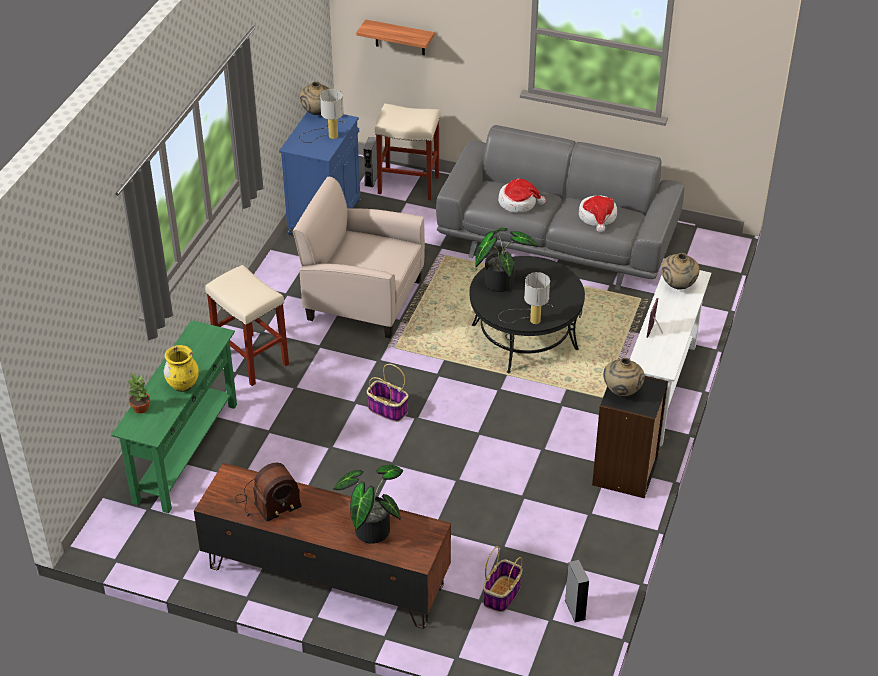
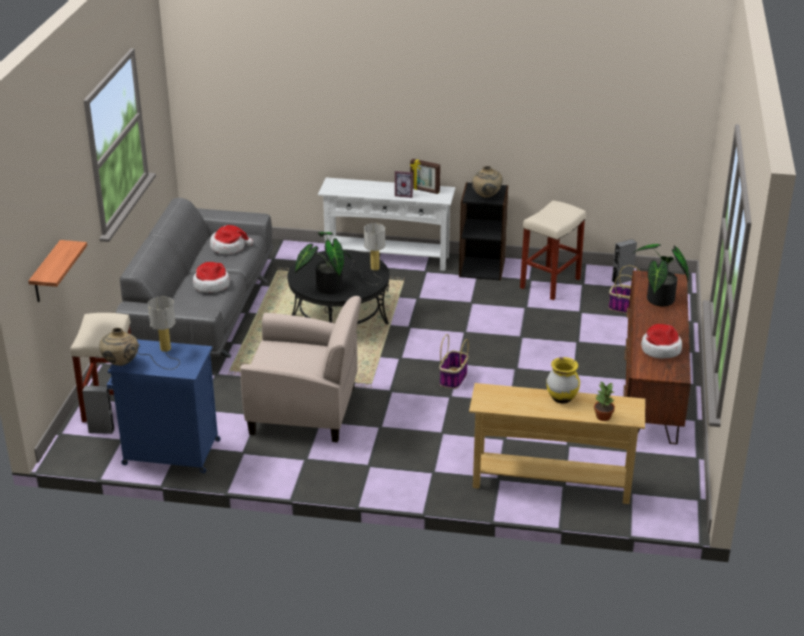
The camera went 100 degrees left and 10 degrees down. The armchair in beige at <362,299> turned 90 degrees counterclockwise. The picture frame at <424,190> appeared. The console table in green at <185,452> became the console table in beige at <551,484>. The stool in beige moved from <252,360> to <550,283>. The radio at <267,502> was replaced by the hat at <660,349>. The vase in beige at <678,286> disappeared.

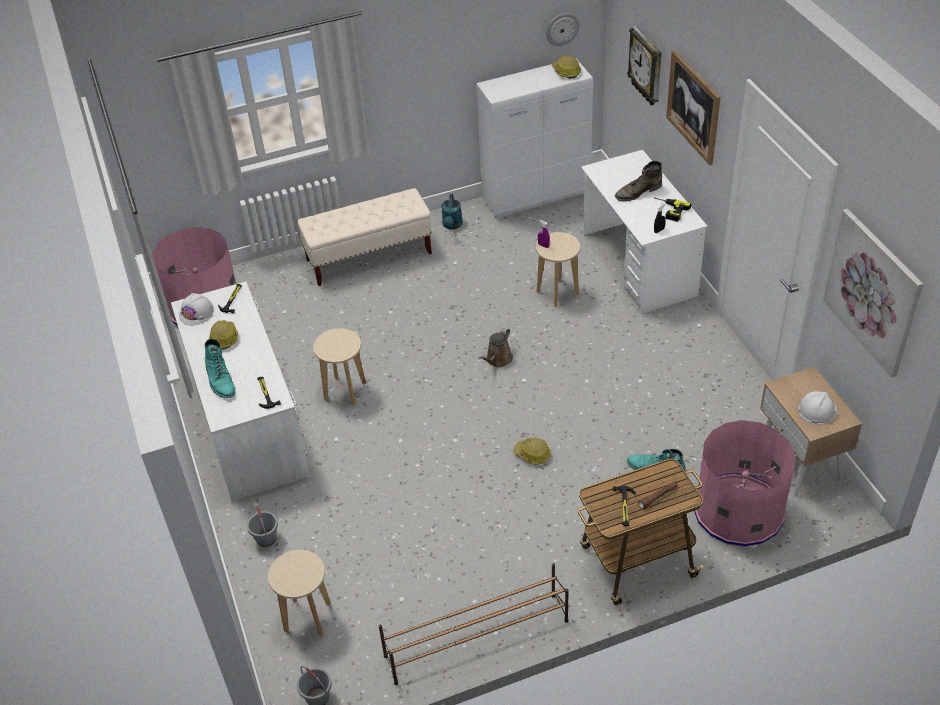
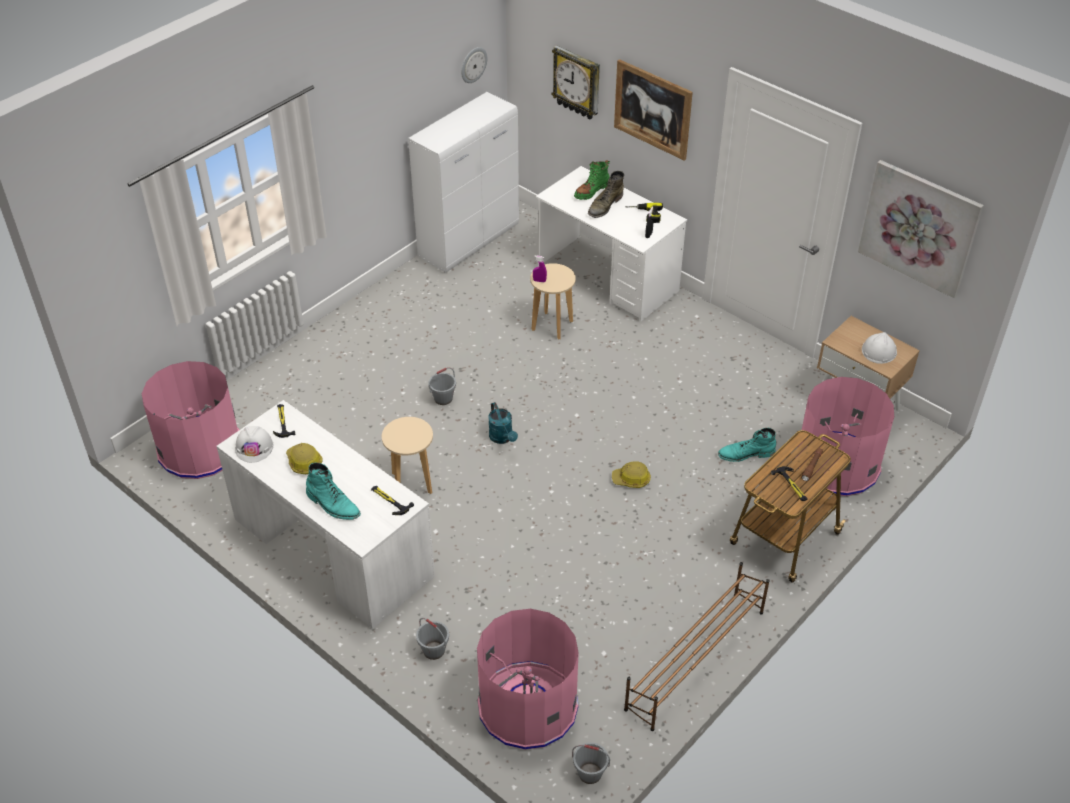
The camera went 30 degrees left and 0 degrees up. The bucket in grey at <443,398> appeared. The stool in beige at <307,617> was replaced by the trash can in pink at <527,706>. The watering can in turquoise moved from <452,225> to <503,438>. The boot in green at <591,191> appeared. The bench in beige at <369,257> disappeared. The watering can in brown at <497,360> disappeared. The hard hat at <566,72> disappeared.

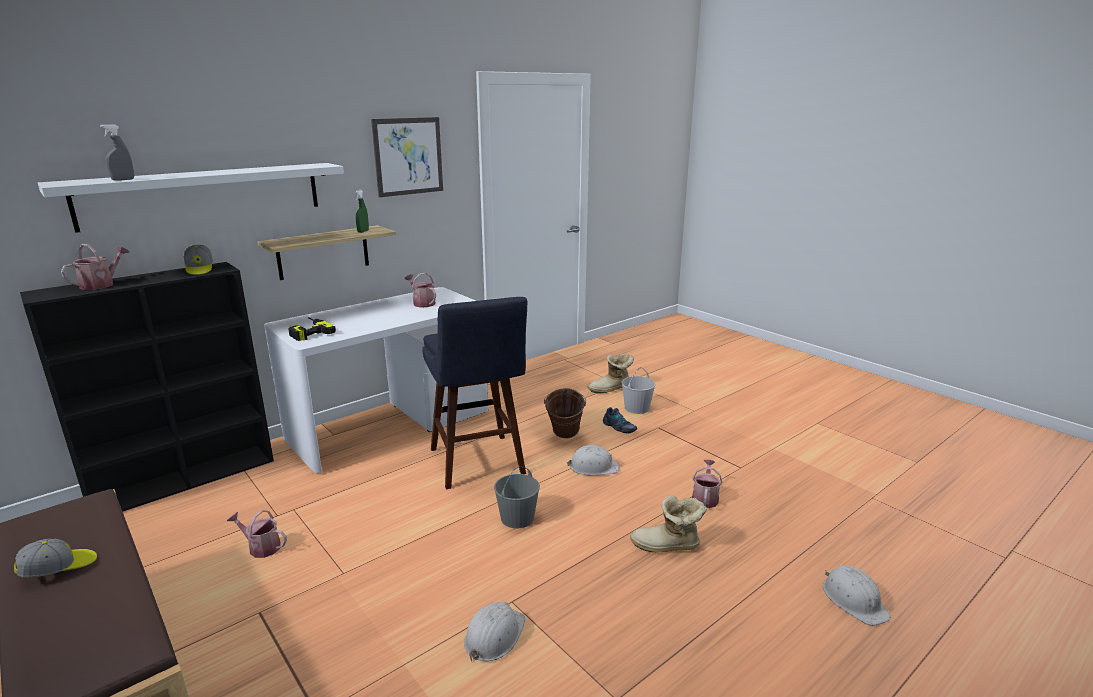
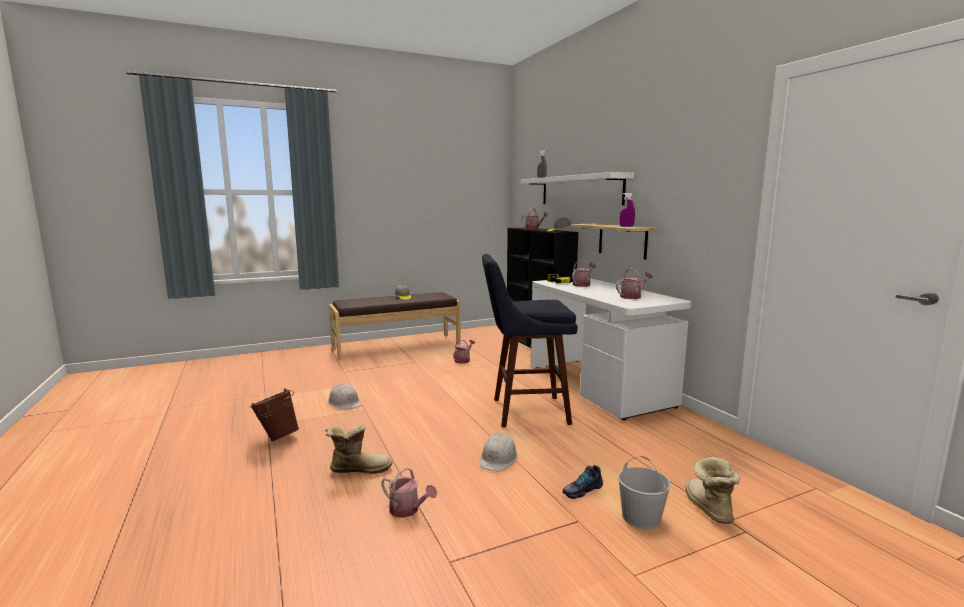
The camera went 105 degrees right and 10 degrees down. The bucket in brown moved from <564,437> to <277,437>. The boot at <667,547> turned 60 degrees clockwise. The watering can at <582,285> appeared. The spray bottle in green at <363,231> became the spray bottle in purple at <626,226>. The picture at <408,156> disappeared. The bucket in grey at <517,518> disappeared. The hard hat in white at <854,600> disappeared.

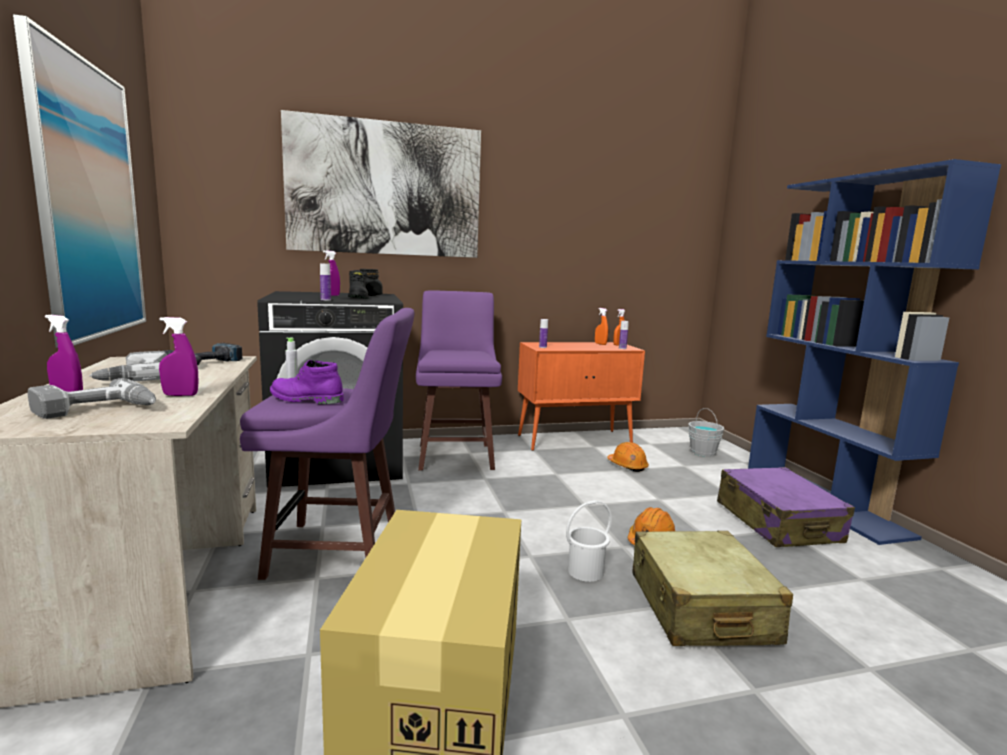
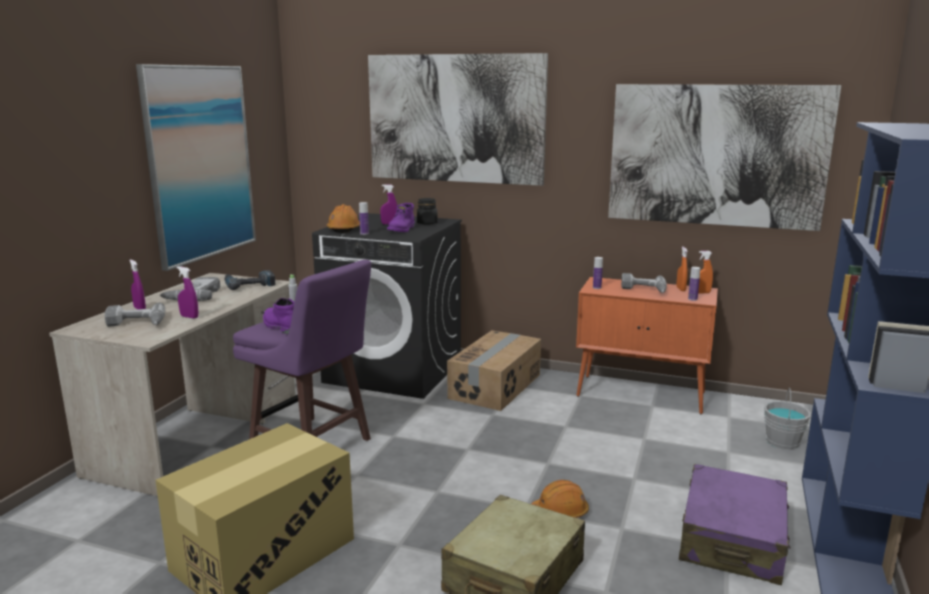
The camera went 35 degrees right and 5 degrees up. The hard hat in orange moved from <627,466> to <344,229>. The boot in black at <358,298> became the boot in purple at <402,230>. The stool in purple at <456,456> was replaced by the cardboard box at <496,386>. The picture at <716,155> appeared. The power drill at <643,290> appeared. The bucket in white at <586,572> disappeared.

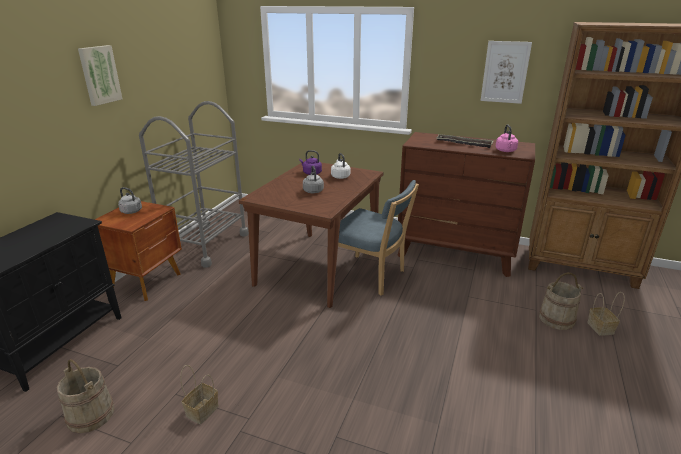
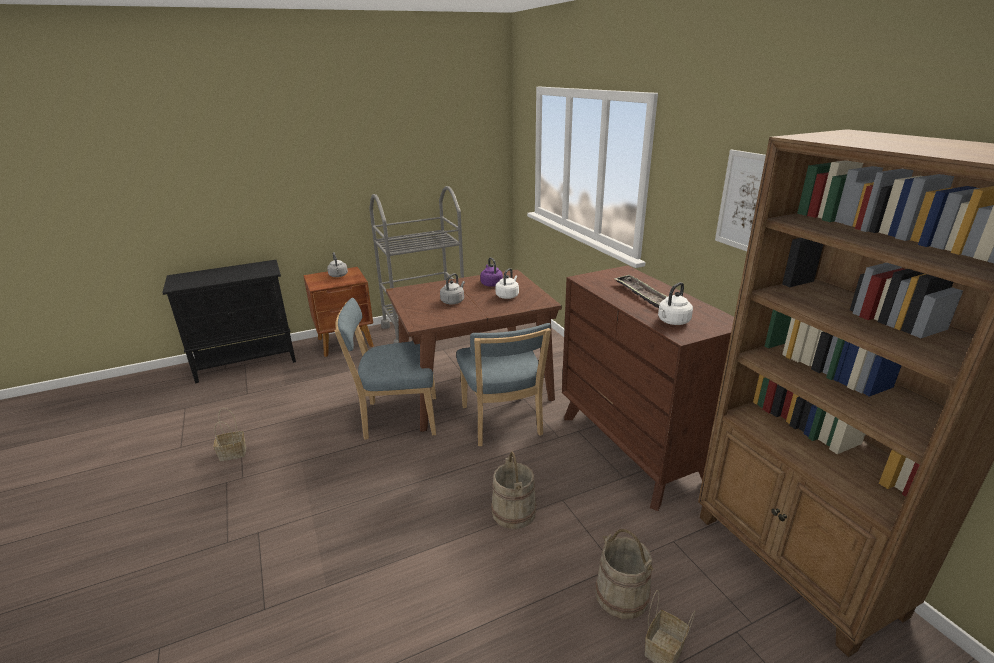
The camera went 45 degrees right and 0 degrees up. The chair in blue at <397,418> appeared. The bucket in beige moved from <90,415> to <513,511>. The kettle in pink at <506,151> became the kettle in white at <672,322>. The picture at <99,75> disappeared.

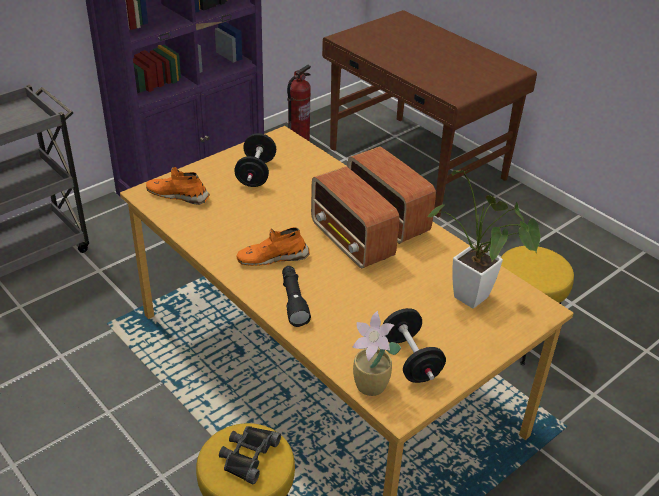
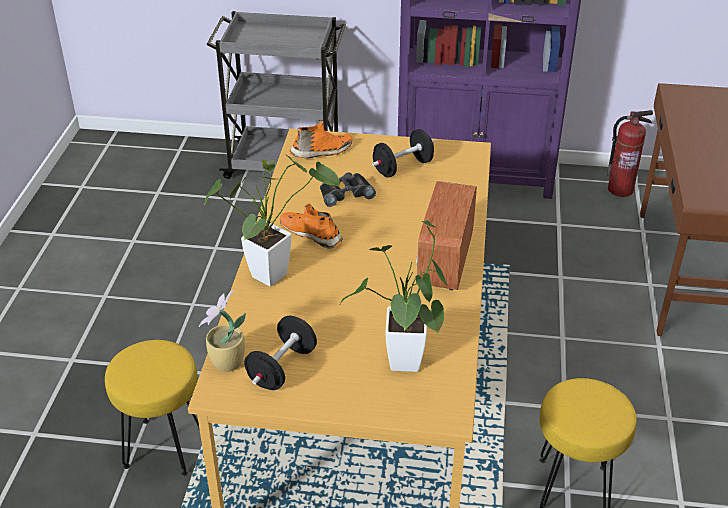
The camera went 50 degrees right and 0 degrees up. The flashlight in black at <293,301> was replaced by the potted plant at <275,272>. The shoe in orange at <178,195> turned 90 degrees clockwise. The binoculars in black moved from <247,455> to <345,193>. The radio at <352,242> disappeared.

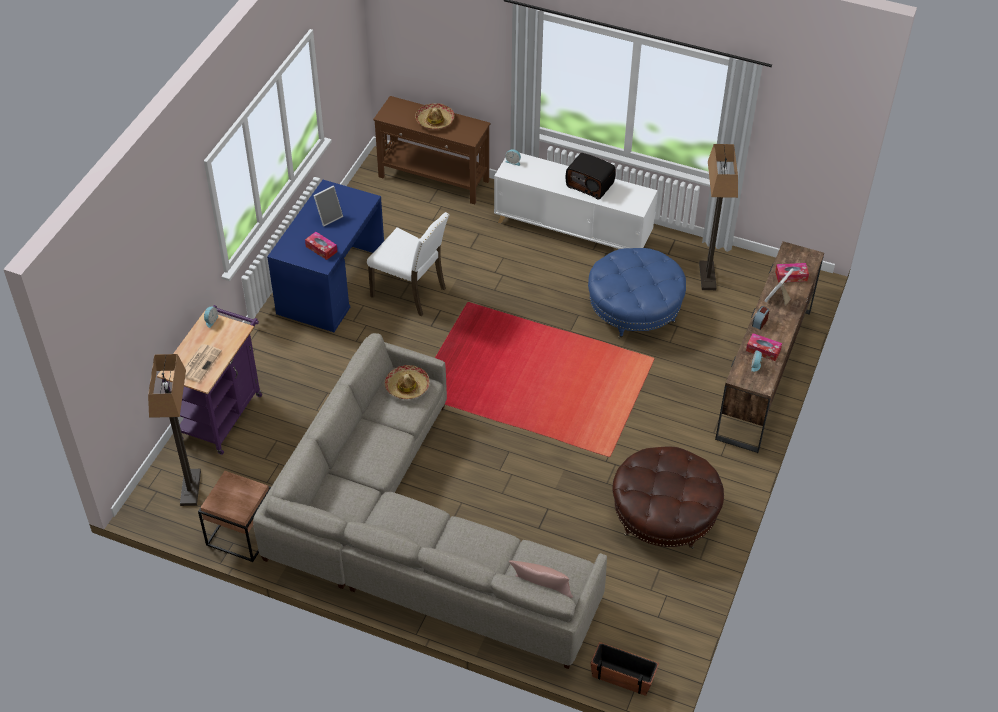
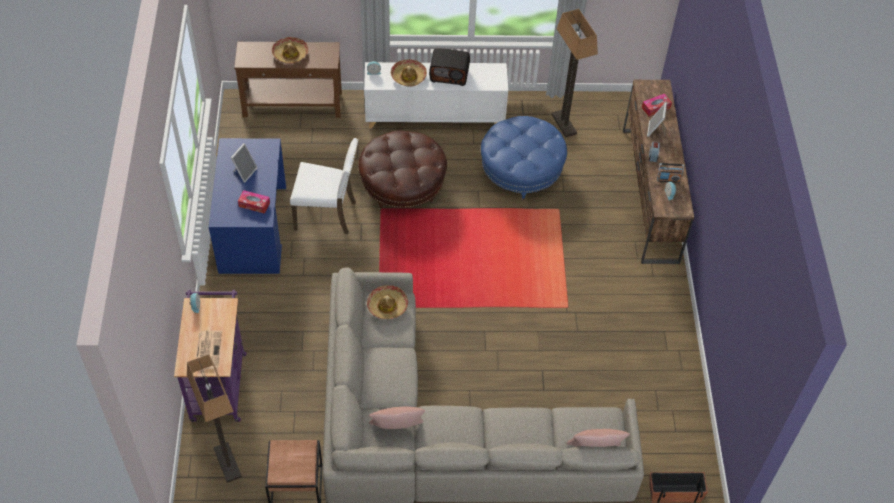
The camera went 25 degrees left and 5 degrees up. The ottoman in brown moved from <664,516> to <402,186>. The pillow in pink at <396,429> appeared. The hat at <408,76> appeared. The tissue box at <763,350> was replaced by the radio at <668,179>.

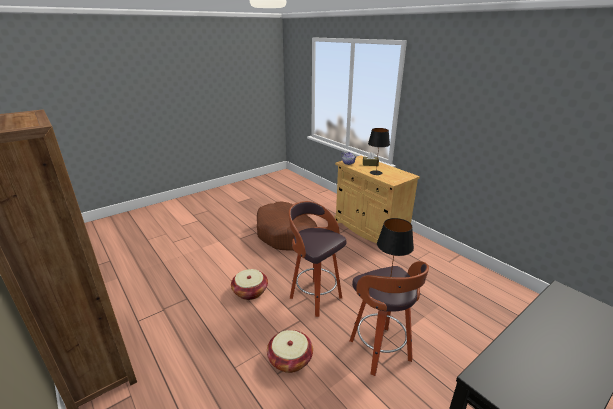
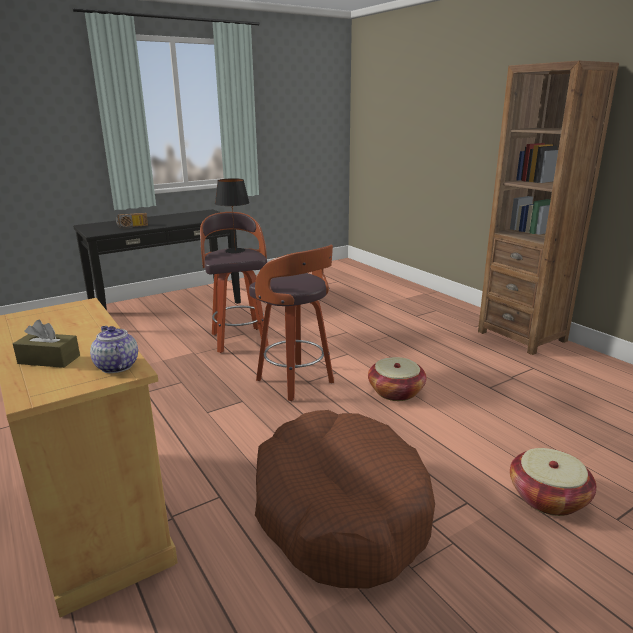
The camera went 175 degrees left and 5 degrees down. The radio at <132,227> appeared. The basket moved from <290,359> to <548,497>. The table lamp in black at <375,172> disappeared.

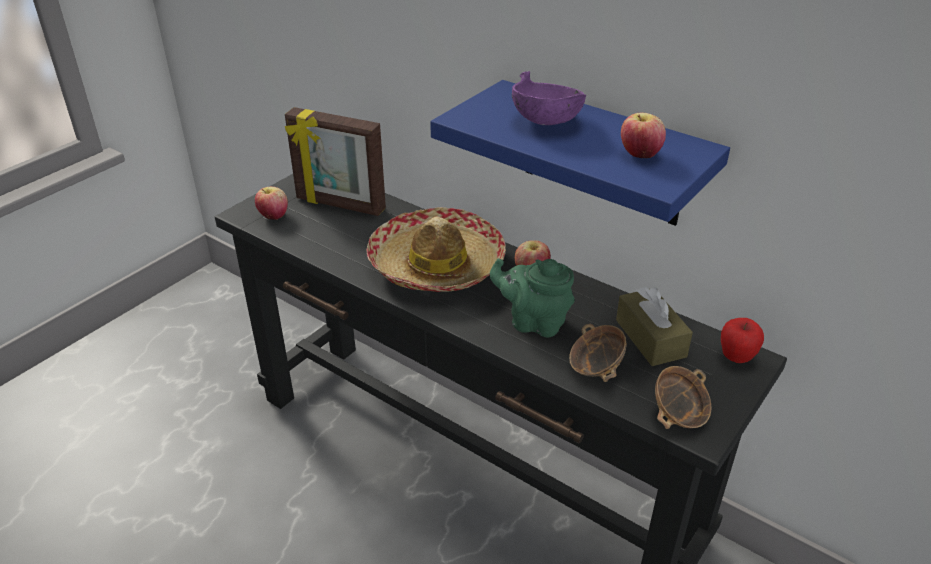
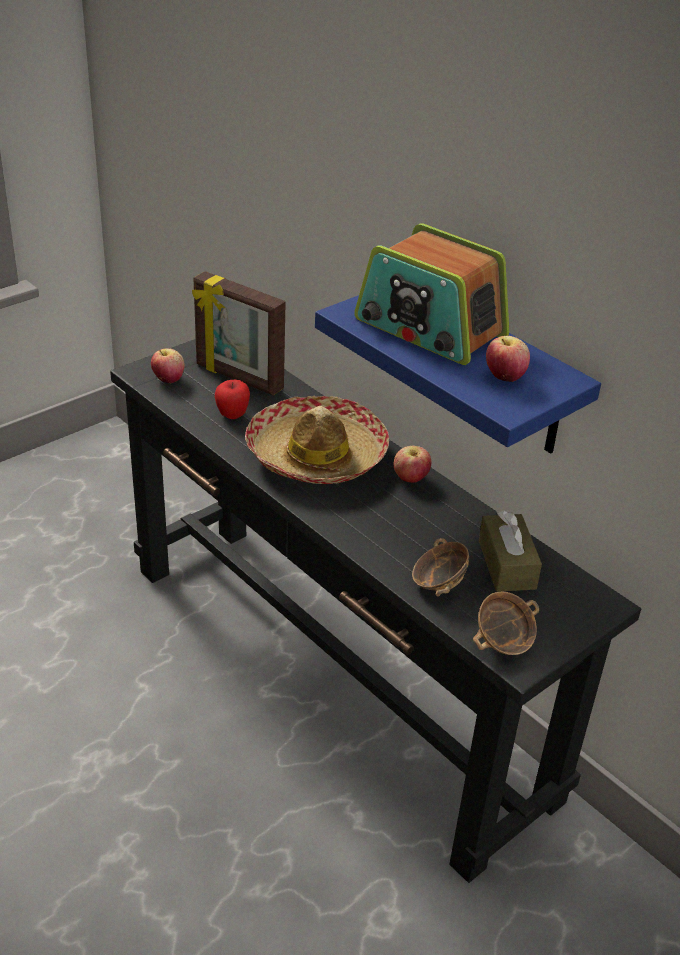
The camera went 10 degrees right and 0 degrees up. The apple moved from <736,357> to <232,415>. The bowl in purple at <547,121> was replaced by the radio at <429,329>. The teapot in green at <534,322> disappeared.

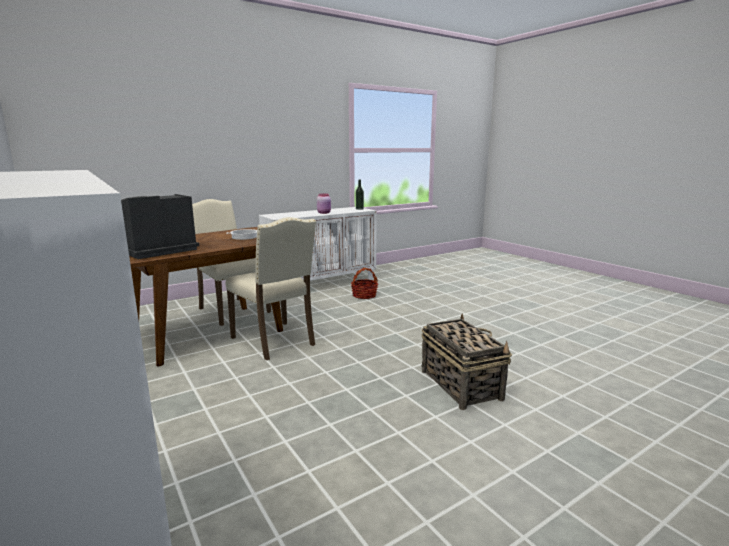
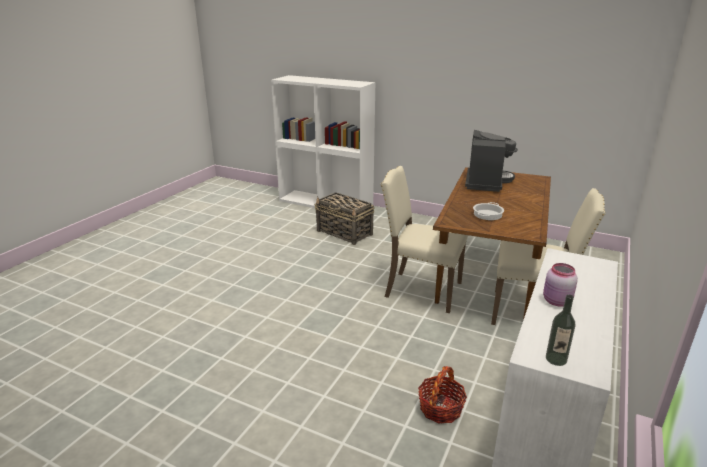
The camera went 150 degrees right and 10 degrees up. The basket moved from <460,384> to <345,233>.

